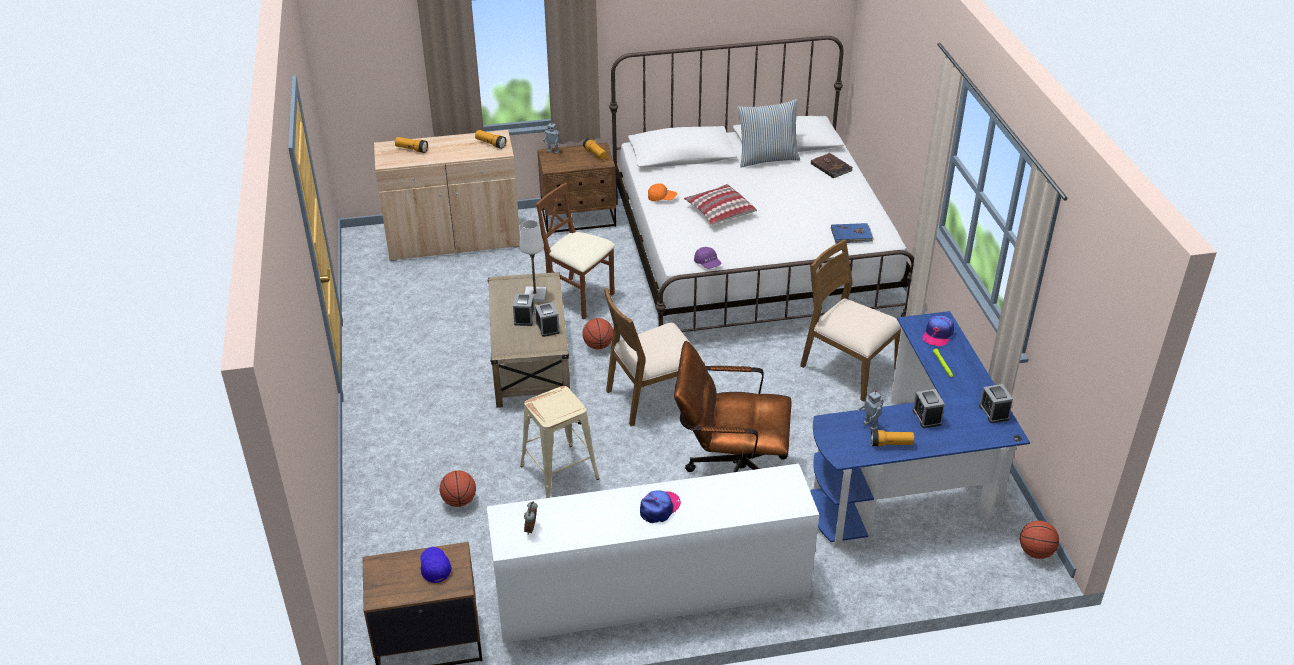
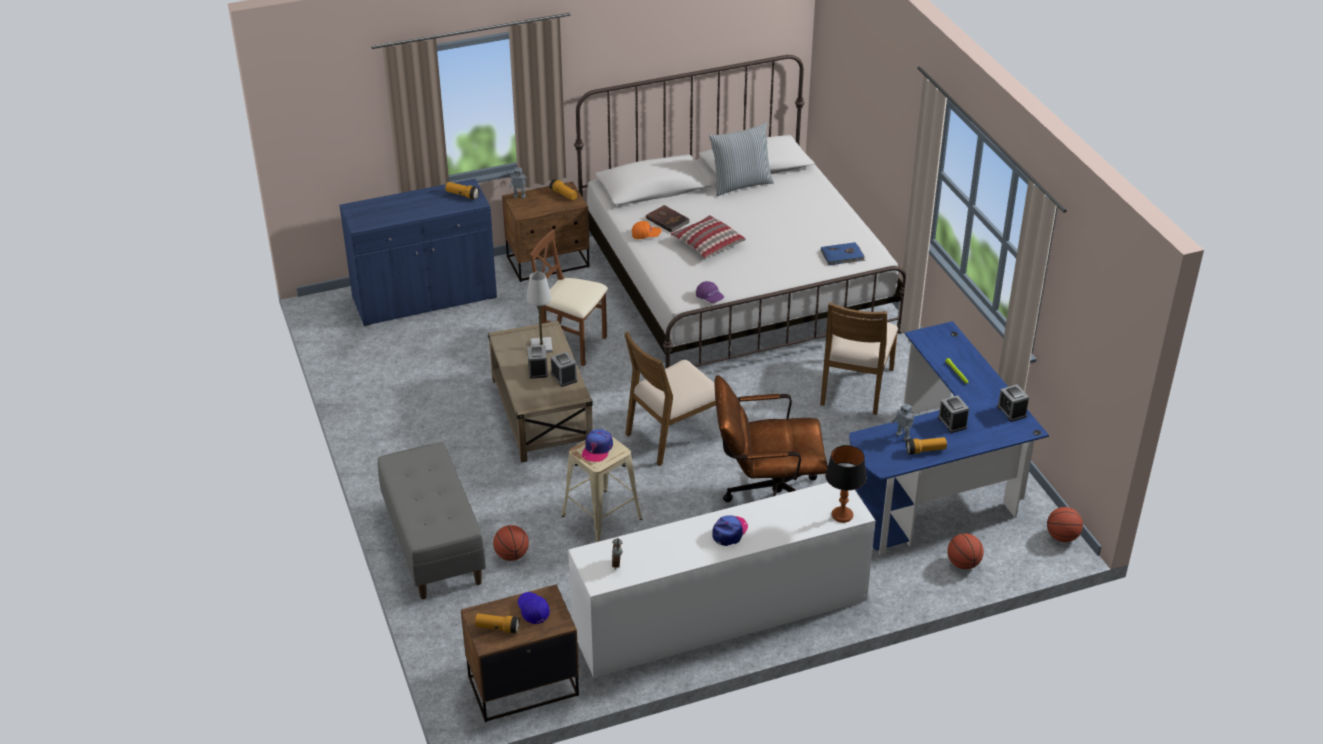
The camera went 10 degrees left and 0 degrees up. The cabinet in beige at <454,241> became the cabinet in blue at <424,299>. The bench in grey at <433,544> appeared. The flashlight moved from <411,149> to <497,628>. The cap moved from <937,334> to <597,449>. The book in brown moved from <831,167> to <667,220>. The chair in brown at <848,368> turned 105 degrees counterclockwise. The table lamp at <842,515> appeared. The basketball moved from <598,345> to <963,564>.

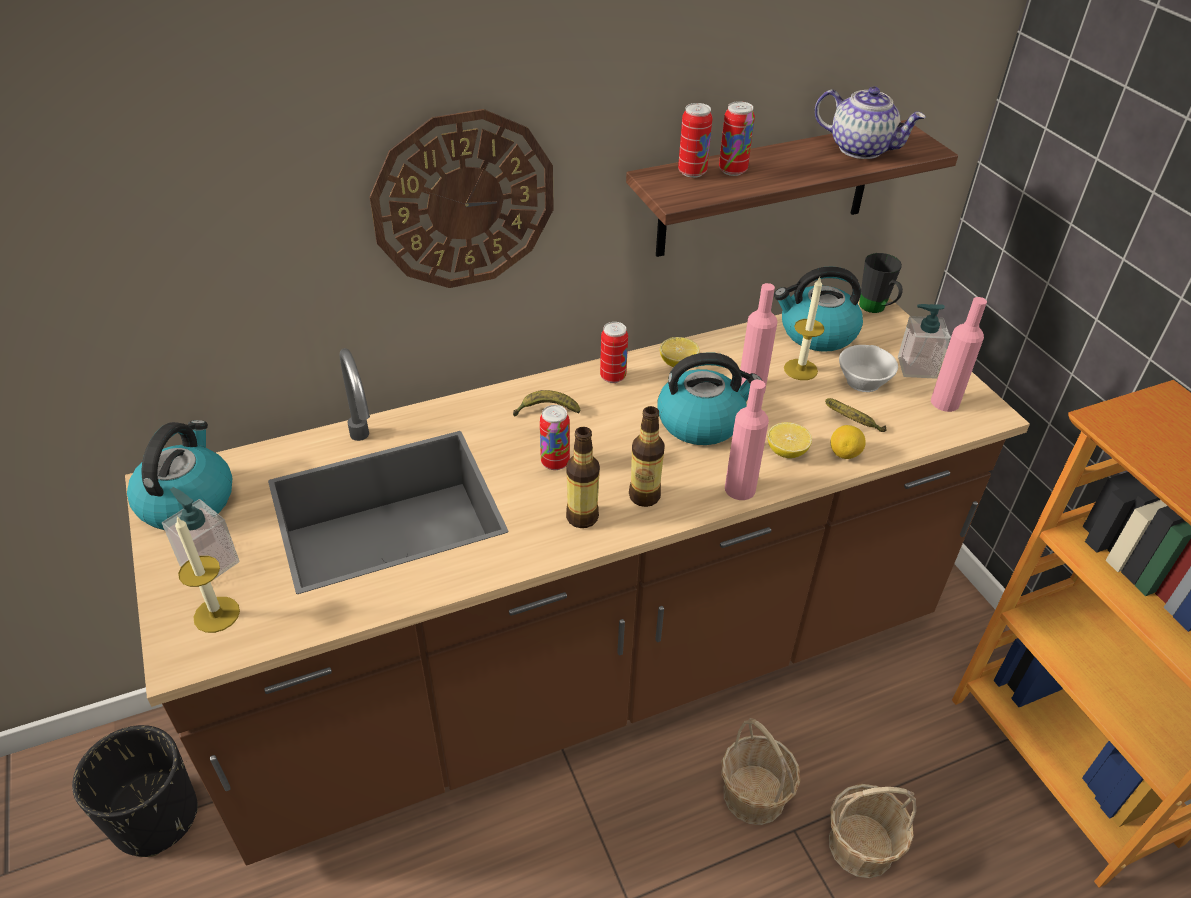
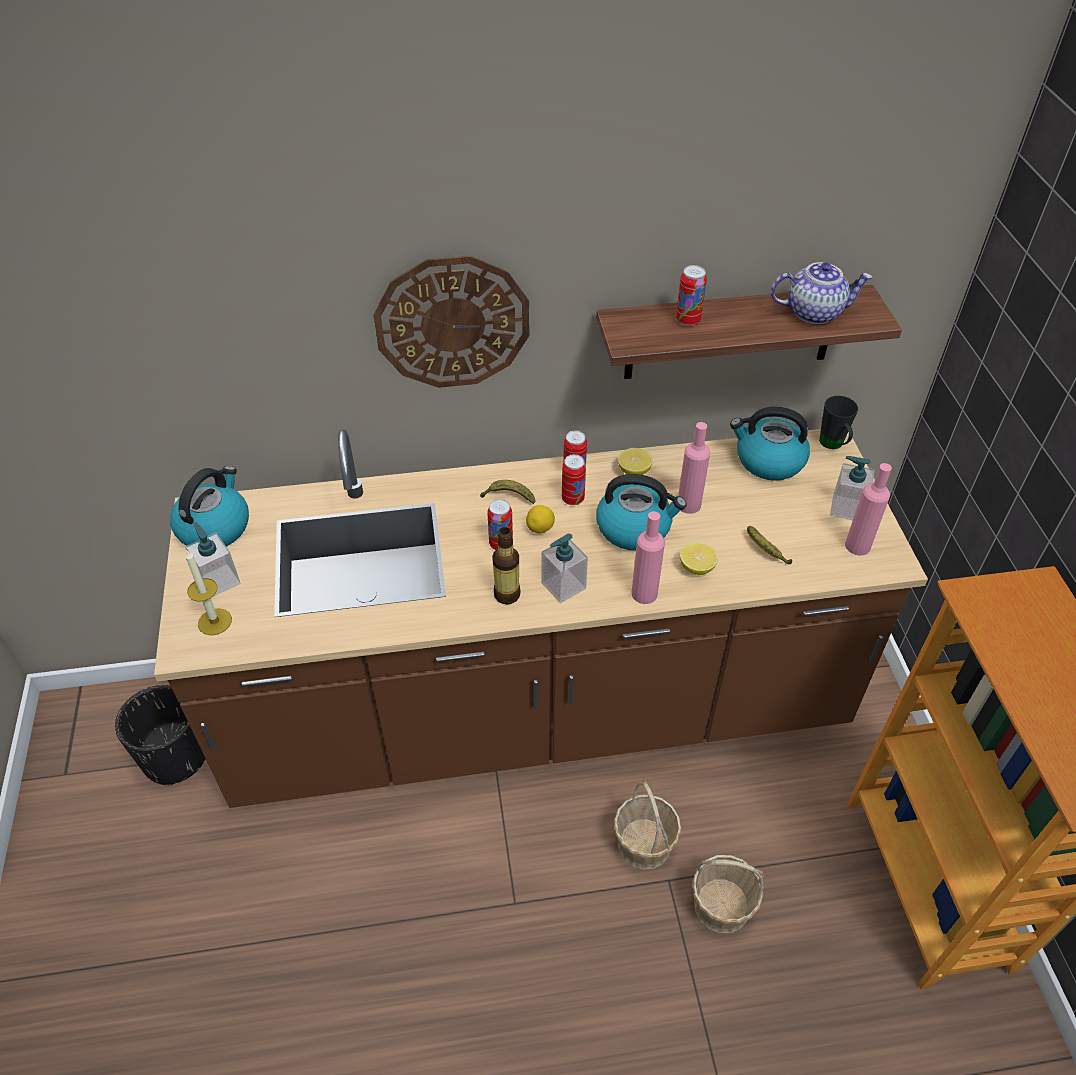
The camera went 15 degrees right and 5 degrees up. The lemon moved from <844,454> to <540,528>. The bottle at <644,496> was replaced by the soap dispenser at <563,586>. The can moved from <692,172> to <573,499>. The teapot at <861,149> turned 45 degrees counterclockwise. The candle at <800,369> disappeared. The cup in white at <861,379> disappeared.

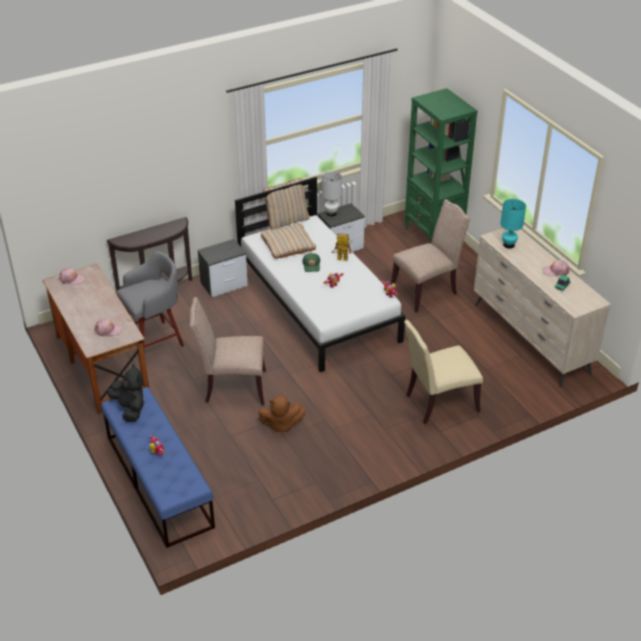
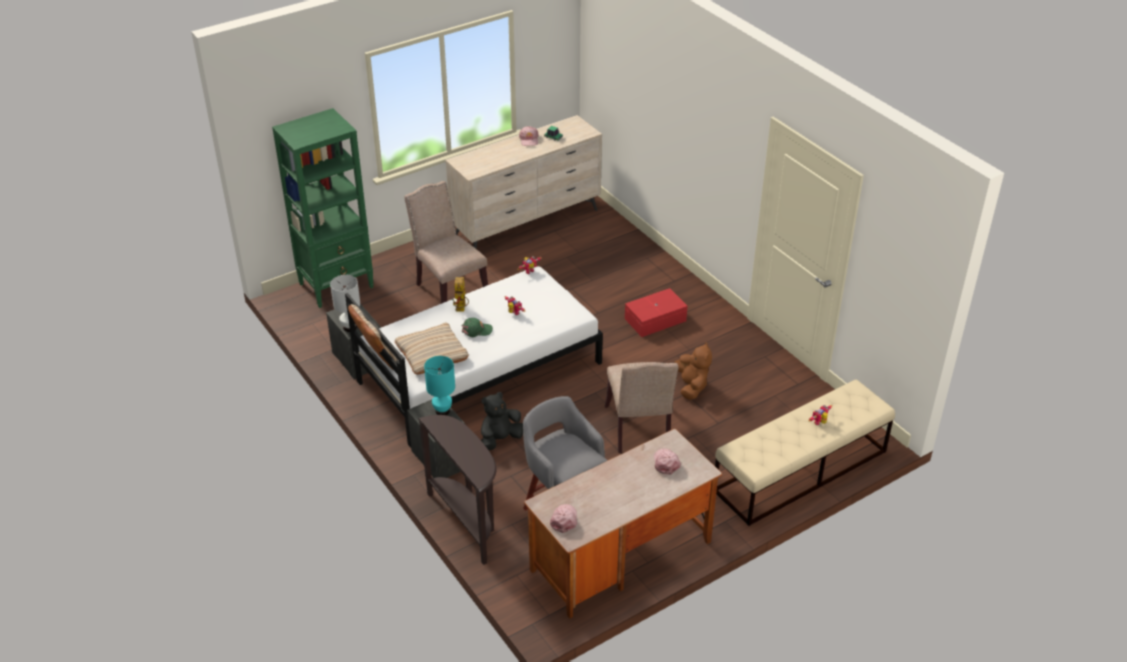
The camera went 95 degrees left and 0 degrees up. The table lamp in turquoise moved from <509,245> to <442,411>. The plush toy in black moved from <130,408> to <500,439>. The storage box in red at <656,320> appeared. The bench in blue at <159,481> became the bench in beige at <800,471>. The chair in beige at <438,403> disappeared.

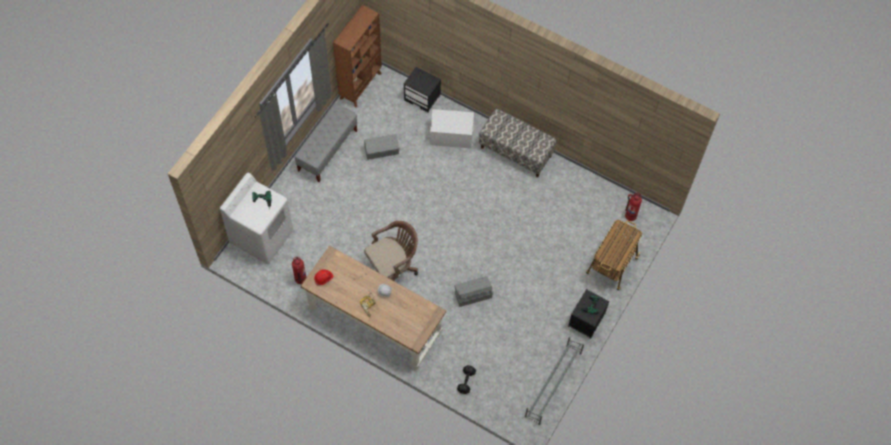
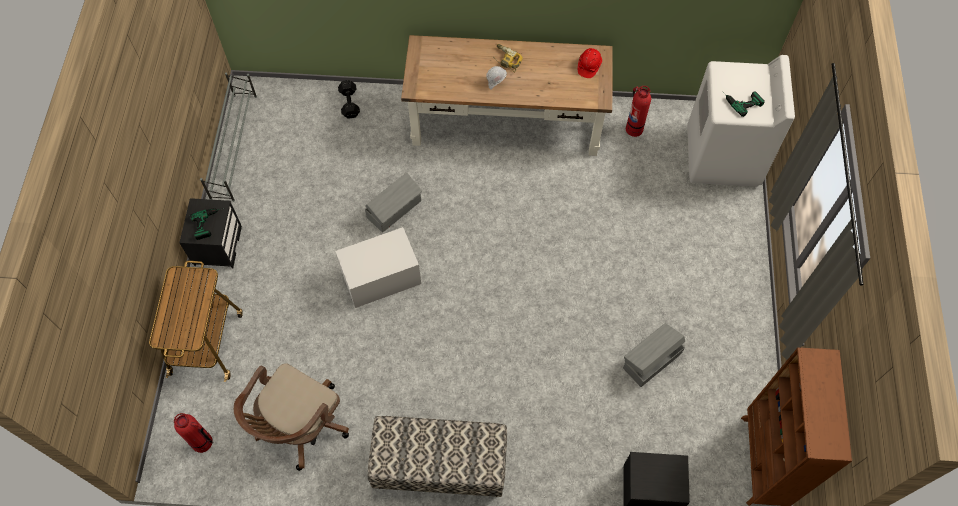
The camera went 155 degrees right and 0 degrees up. The office chair in brown moved from <392,269> to <300,427>. The storage box in white moved from <451,135> to <380,277>. The bench in grey at <327,150> disappeared.

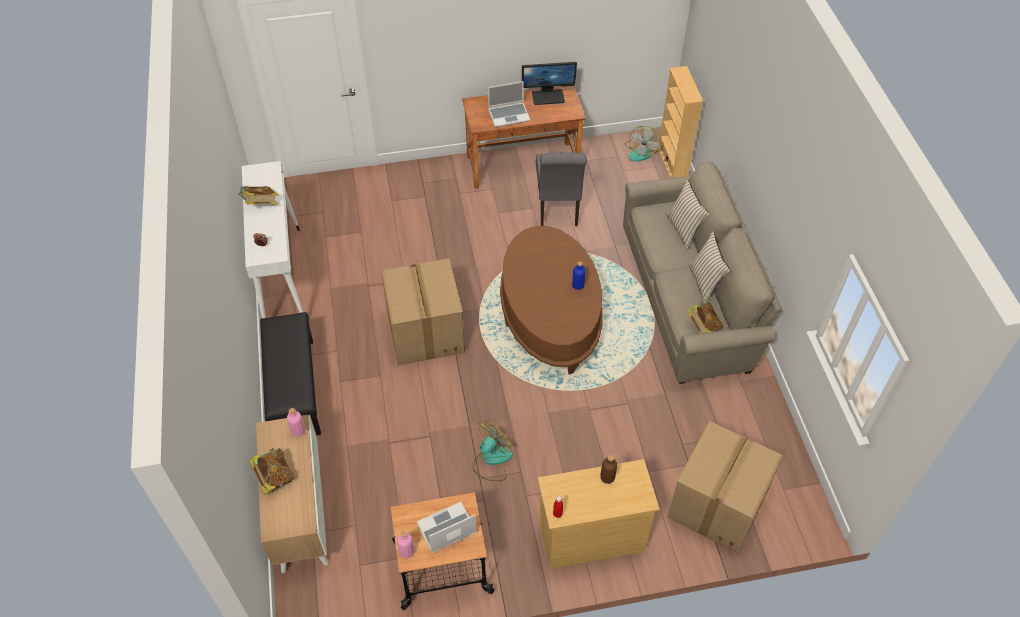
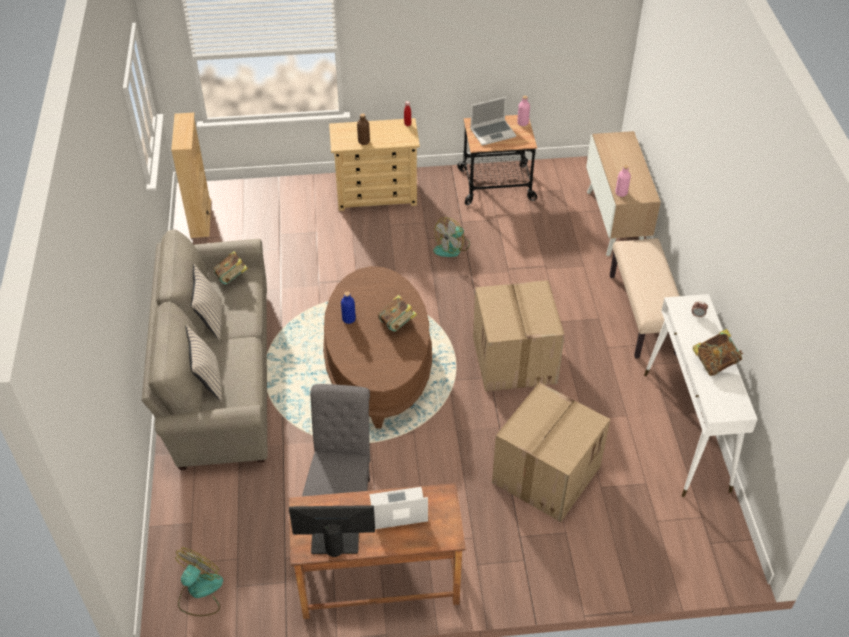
The camera went 175 degrees left and 5 degrees down. The bookcase in beige moved from <672,163> to <200,218>. The book moved from <274,477> to <397,324>. The cardboard box moved from <718,506> to <546,473>. The bench in black at <294,389> became the bench in beige at <643,314>.

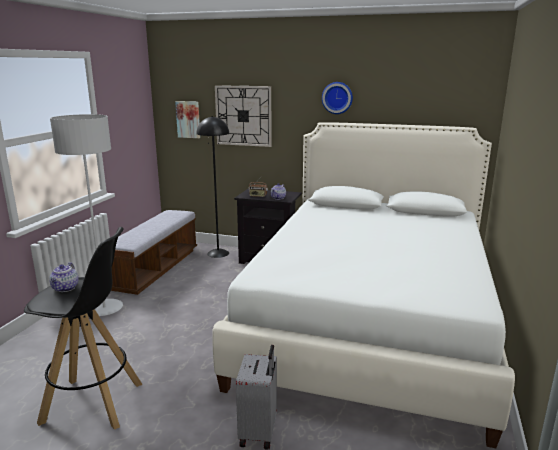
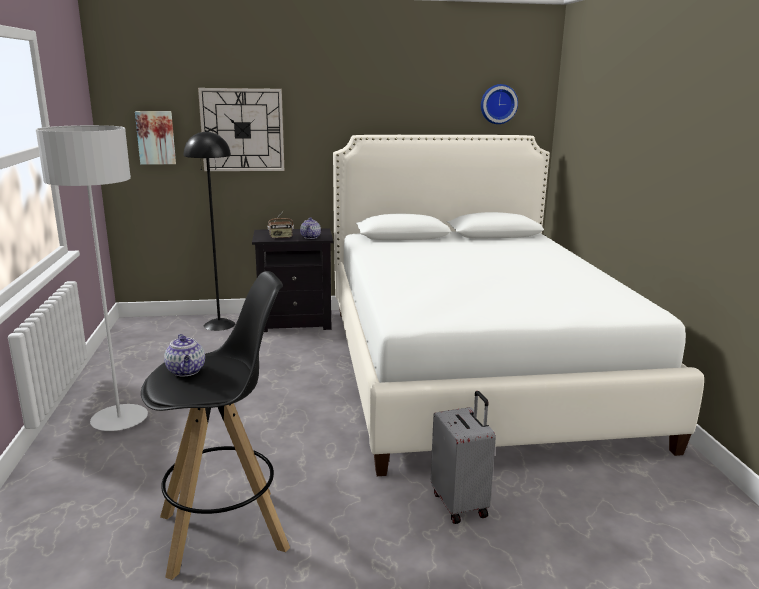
The camera went 25 degrees left and 0 degrees up. The wall clock moved from <337,97> to <498,104>. The bench at <155,268> disappeared.

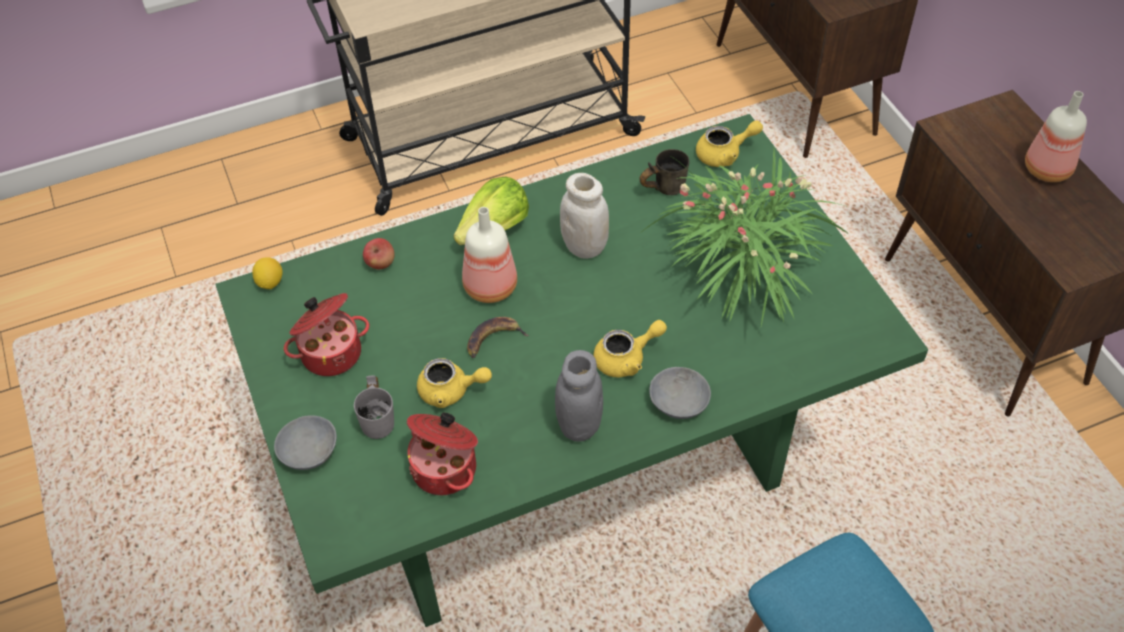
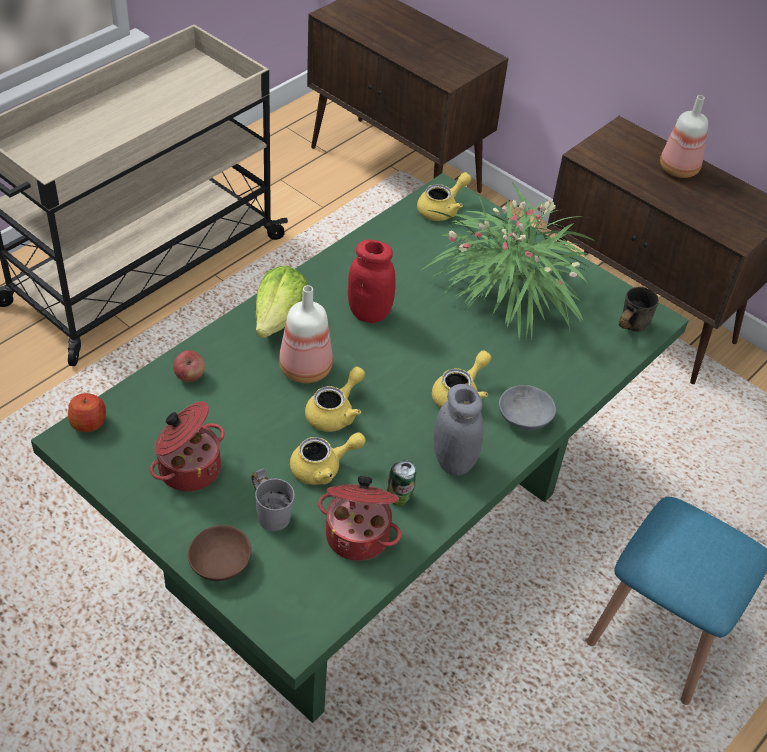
The camera went 30 degrees left and 5 degrees down. The lemon at <270,282> was replaced by the apple at <88,423>. The bowl in grey at <308,449> became the bowl in brown at <219,561>. The banana at <493,340> was replaced by the teapot in yellow at <335,413>. The jar in white at <584,246> became the jar in red at <369,313>. The can at <400,497> appeared. The mug in grey moved from <662,187> to <627,326>.

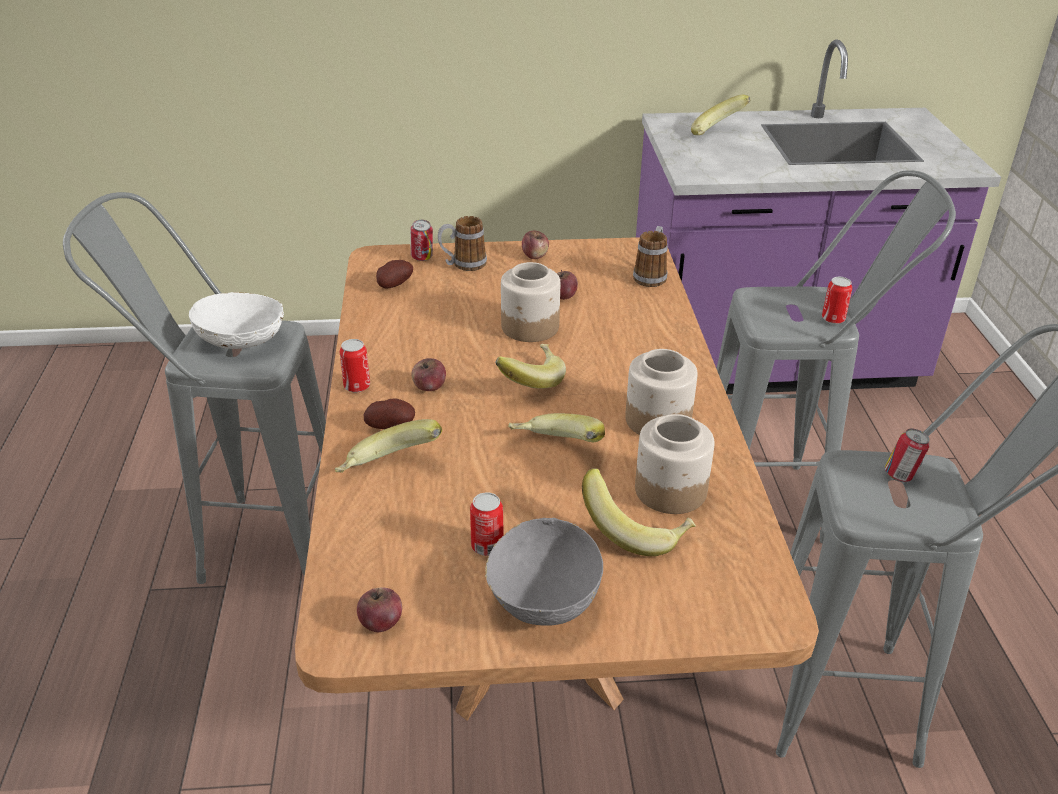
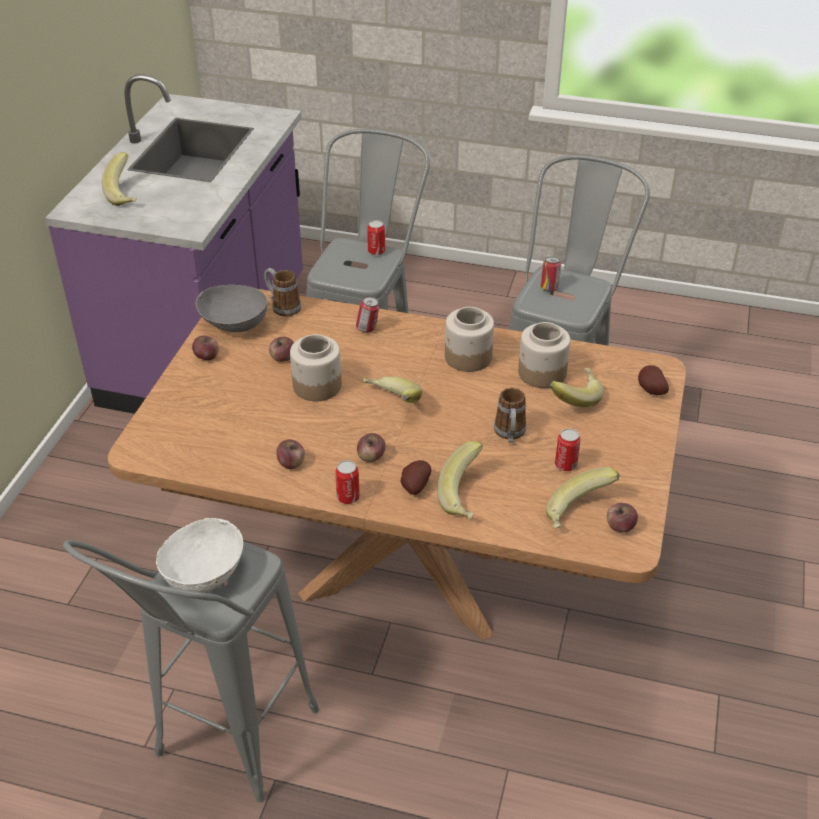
The camera went 70 degrees left and 5 degrees up. The bowl in grey moved from <543,597> to <233,325>. The apple at <291,463> appeared. The can moved from <422,259> to <368,329>. The mug moved from <463,264> to <510,434>. The banana moved from <555,450> to <579,514>. The potato moved from <393,285> to <650,390>.

